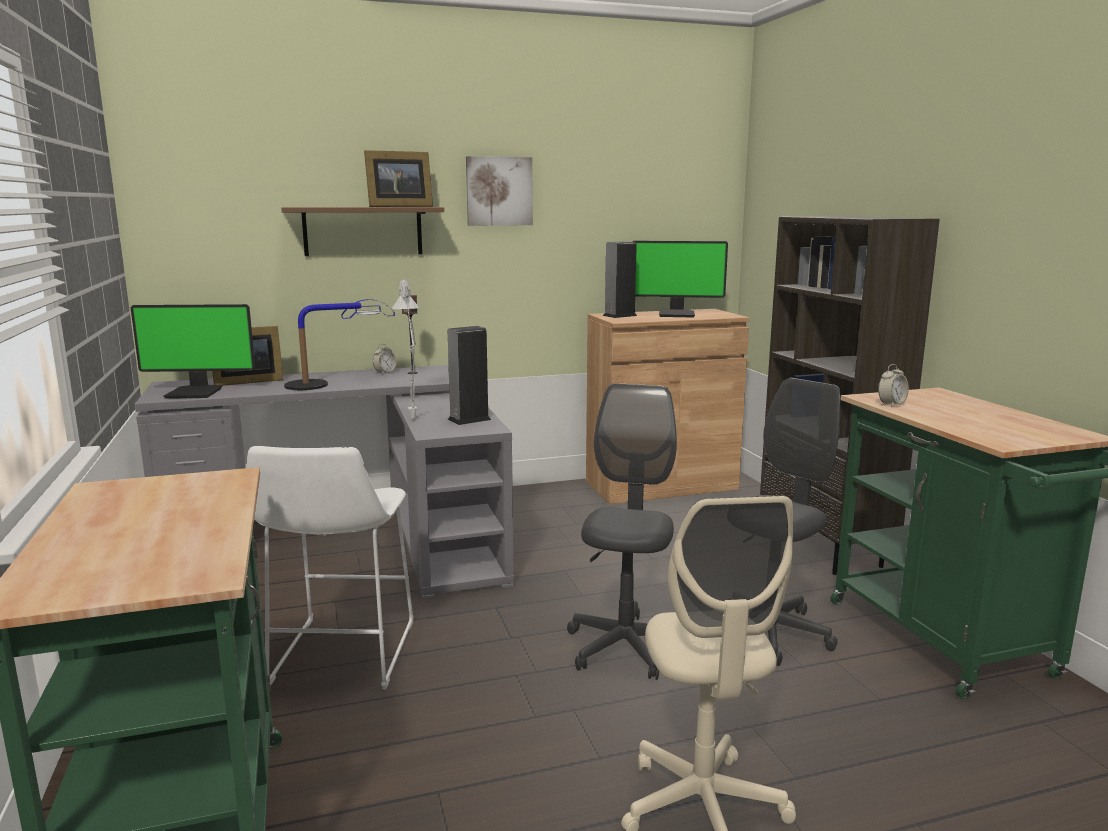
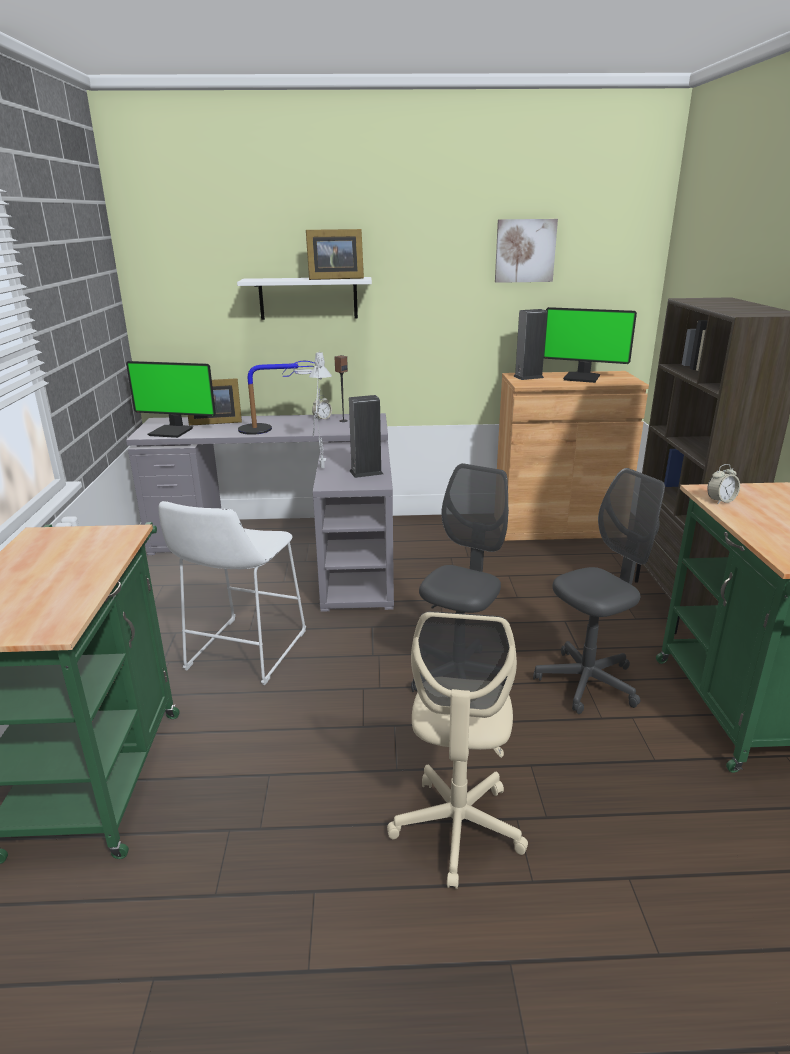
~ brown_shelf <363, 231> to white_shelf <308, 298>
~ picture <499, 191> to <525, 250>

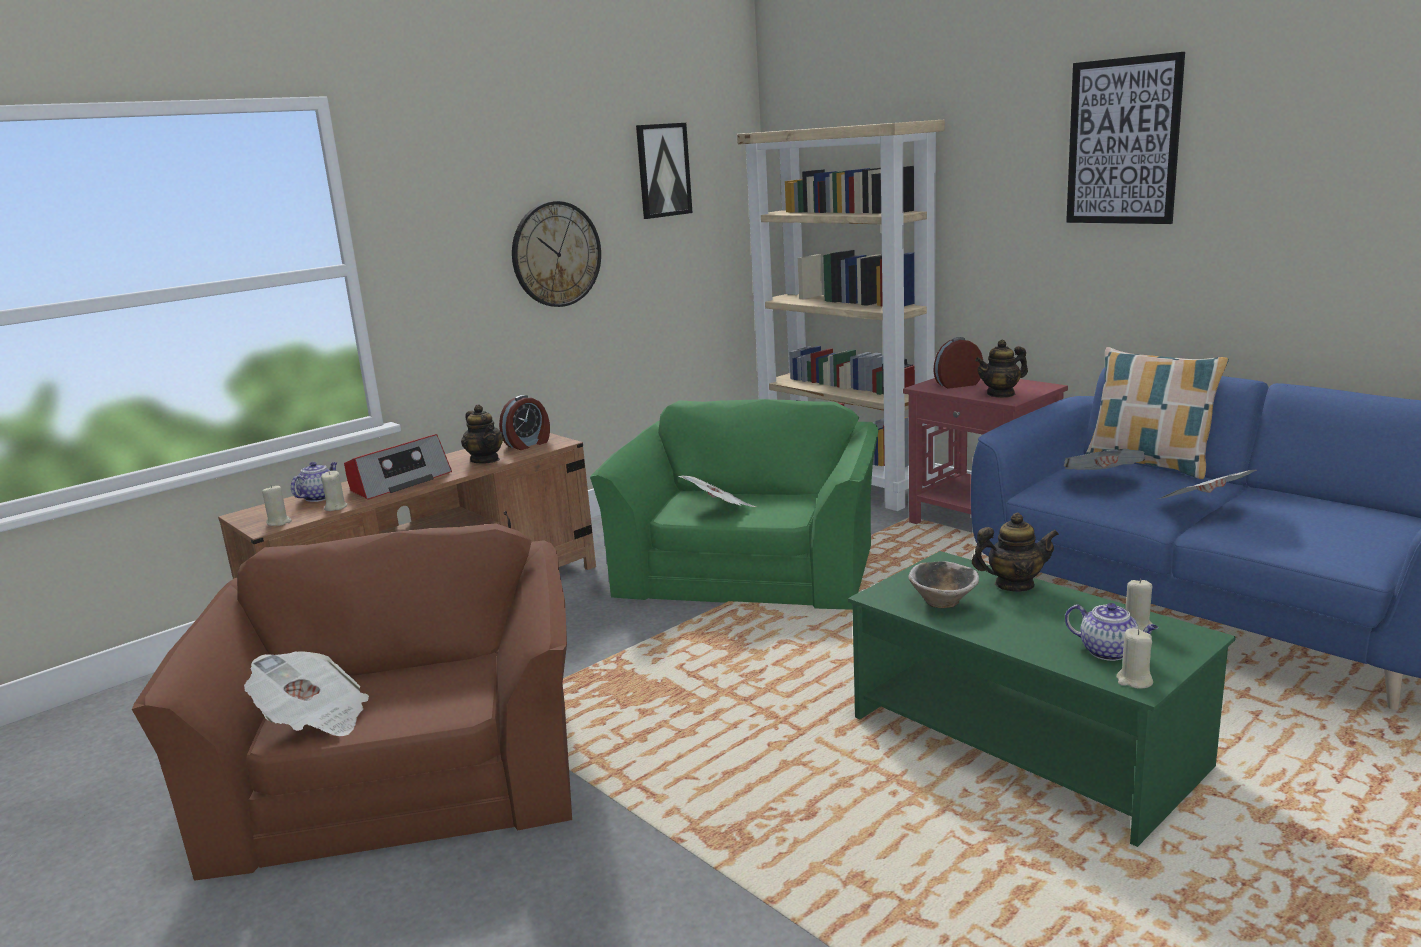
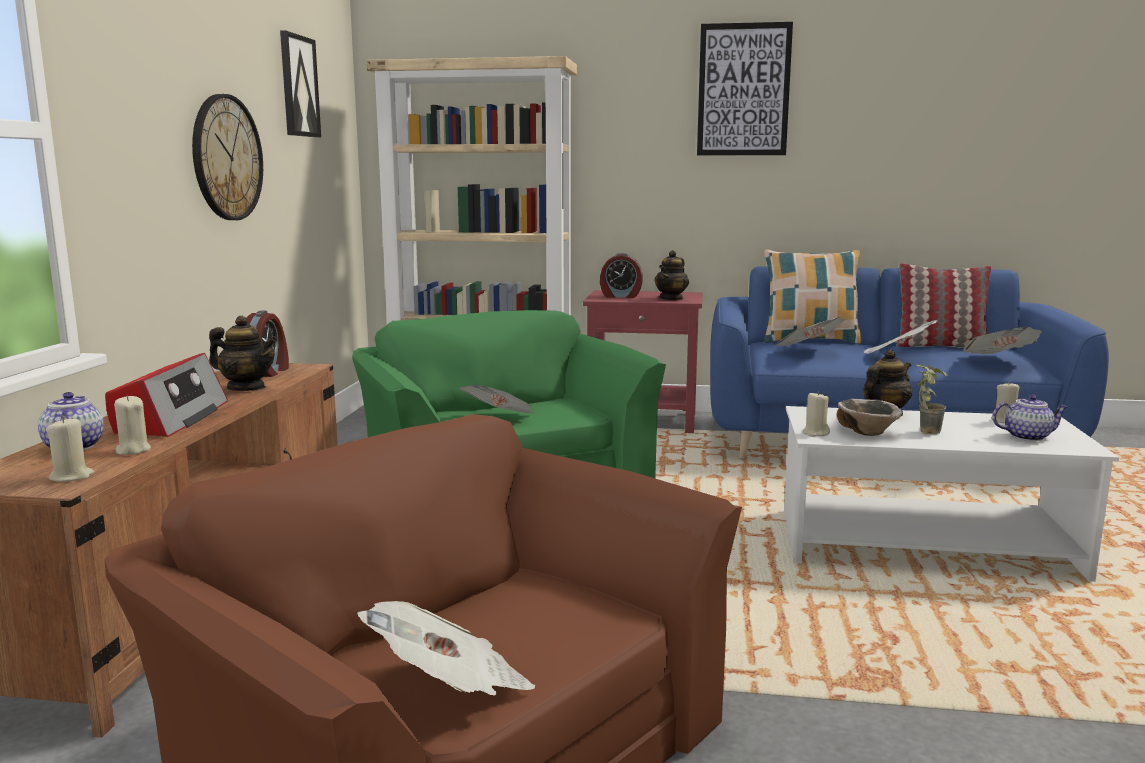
~ alarm_clock <957, 384> = <621, 296> 120 degrees counterclockwise
~ green_coffee_table <1026, 743> to white_coffee_table <926, 545>
~ beige_candle <1134, 681> to <815, 433>
+ pillow <940, 346>
+ potted_plant <925, 430>
+ newspaper <999, 360>

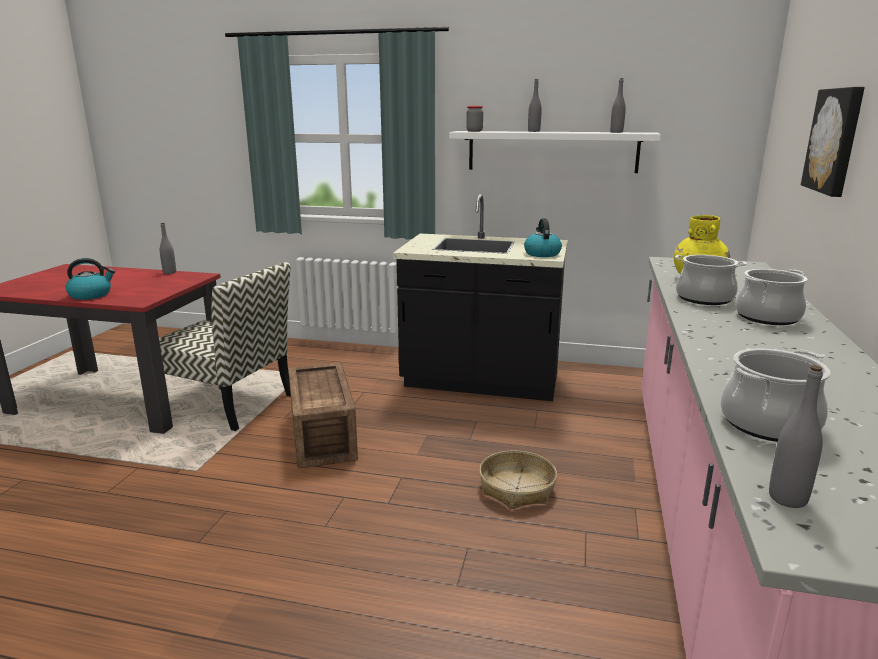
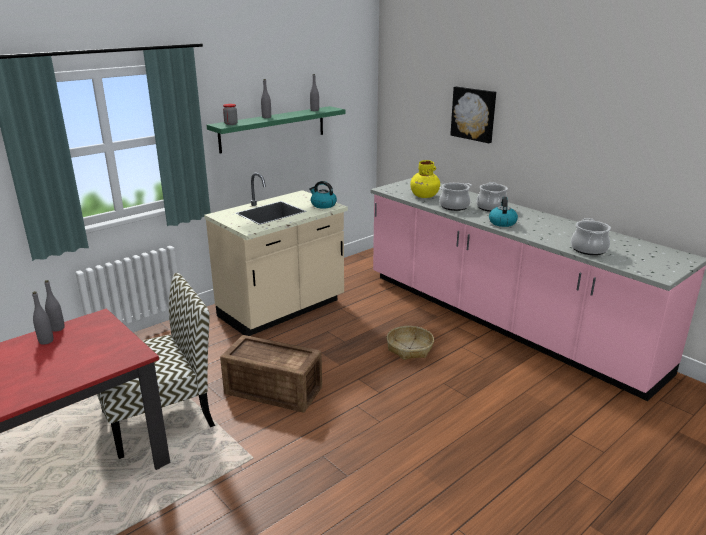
~ grey_bottle <787, 498> to <46, 341>
~ black_counter <481, 382> to beige_counter <282, 310>
~ white_shelf <552, 151> to green_shelf <273, 129>
~ kettle <91, 295> to <502, 222>

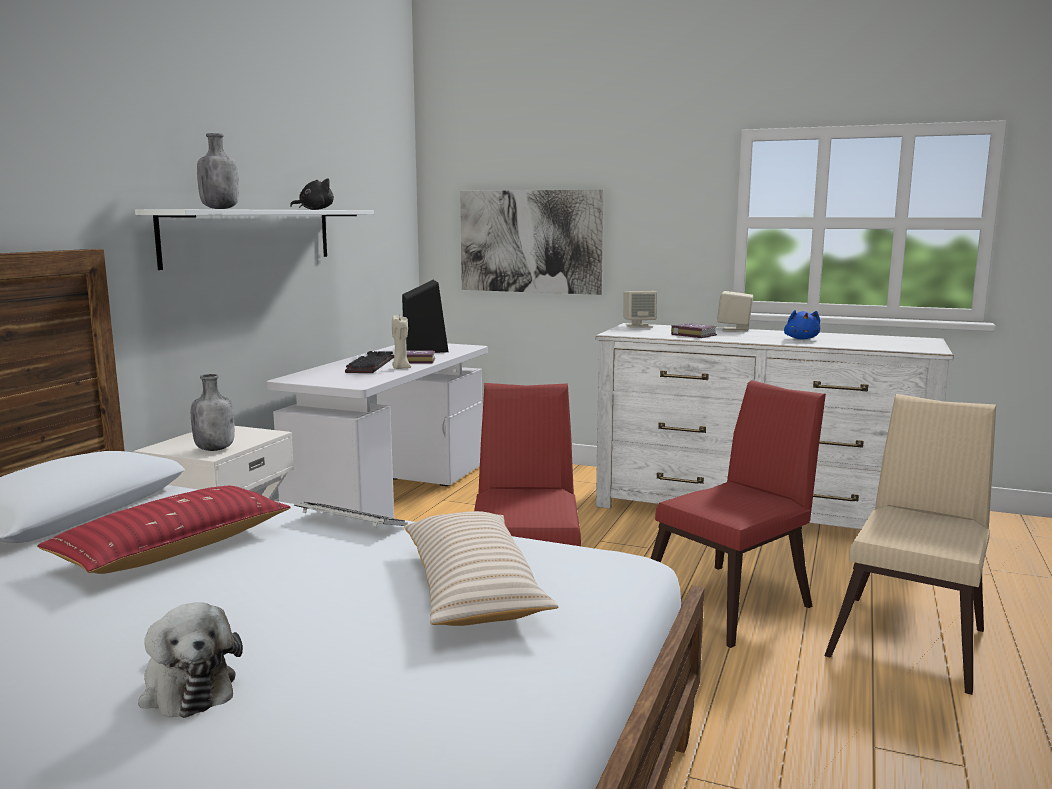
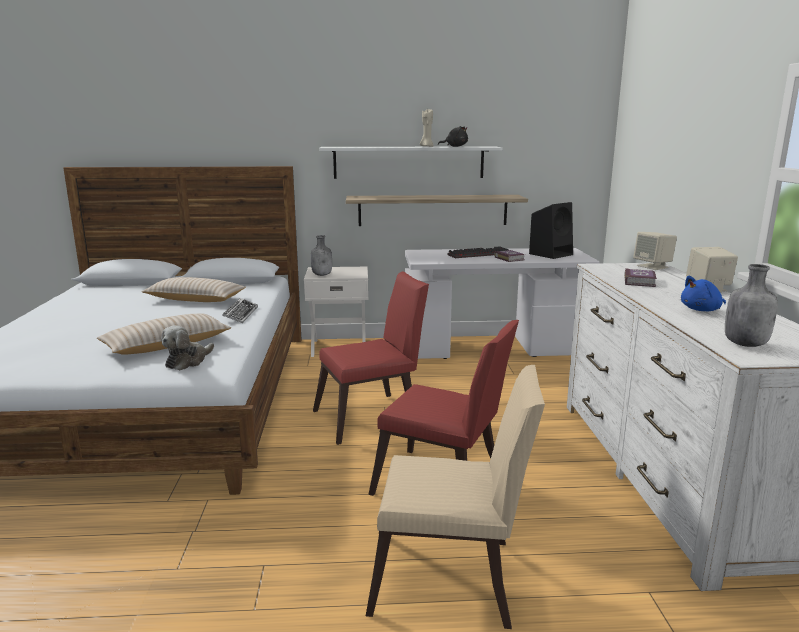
~ red_pillow <173, 549> to beige_pillow <195, 300>
~ plush_toy <187, 687> to <188, 361>
+ shelf <433, 210>
~ beige_candle <400, 368> to <426, 146>
~ grey_bottle <220, 209> to <745, 344>
- picture <530, 241>

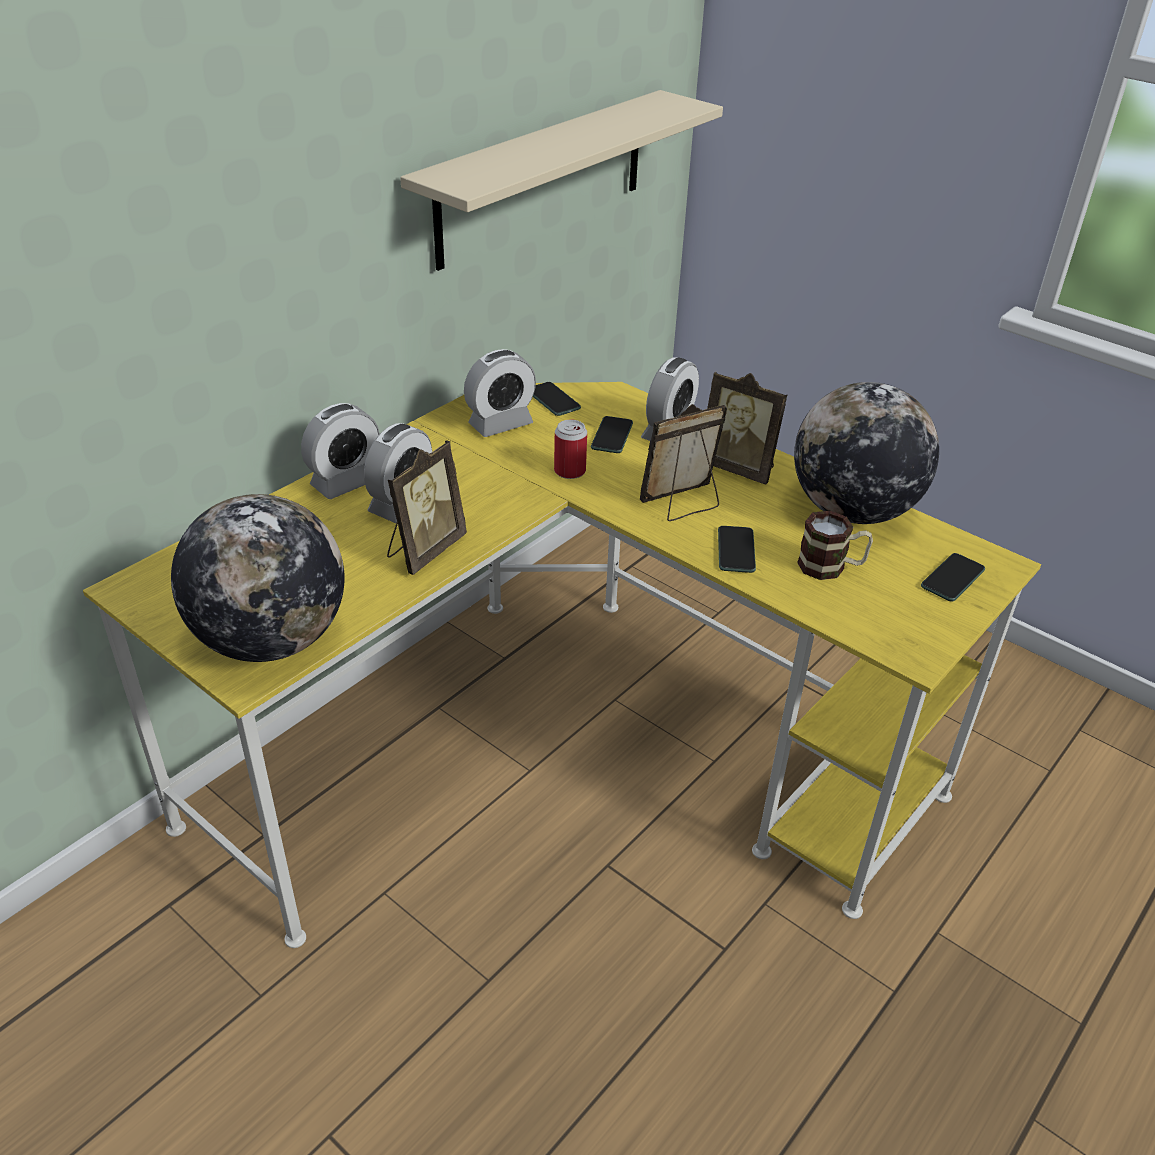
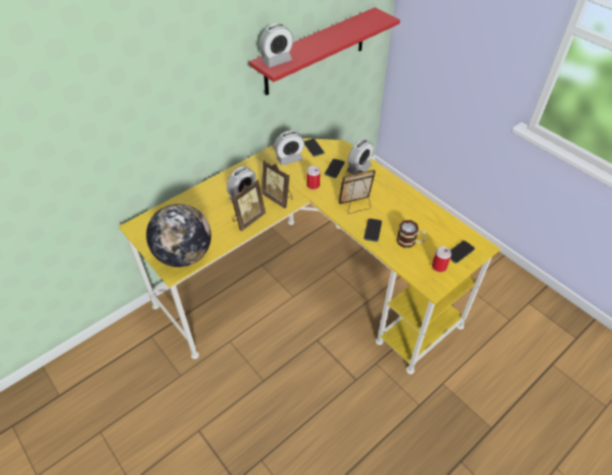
~ beige_shelf <542, 178> to red_shelf <315, 52>
~ alarm_clock <345, 482> to <277, 61>
~ picture_frame <739, 468> to <278, 198>
+ can <439, 266>
- globe <852, 511>

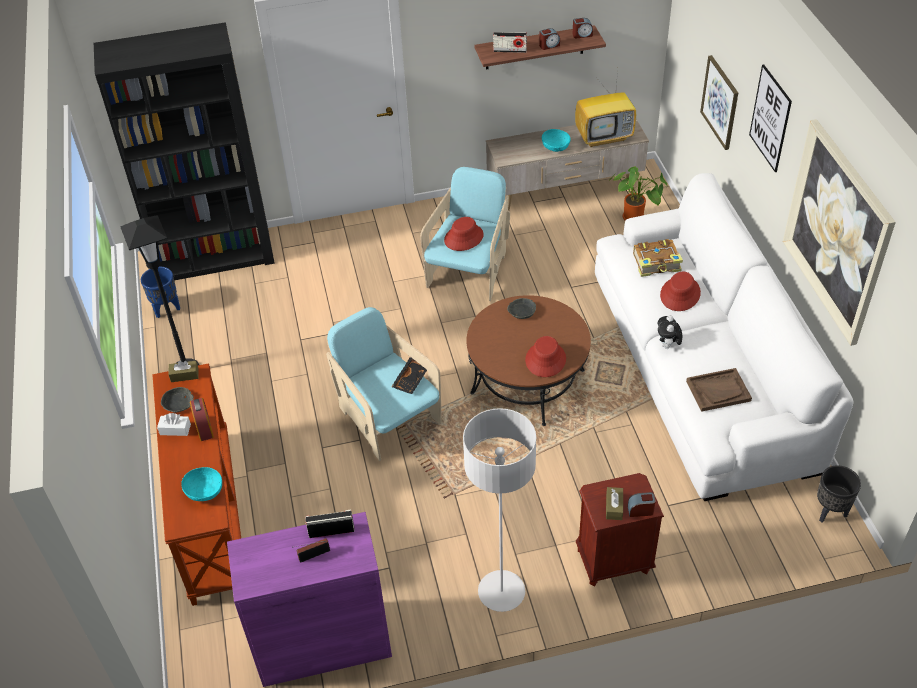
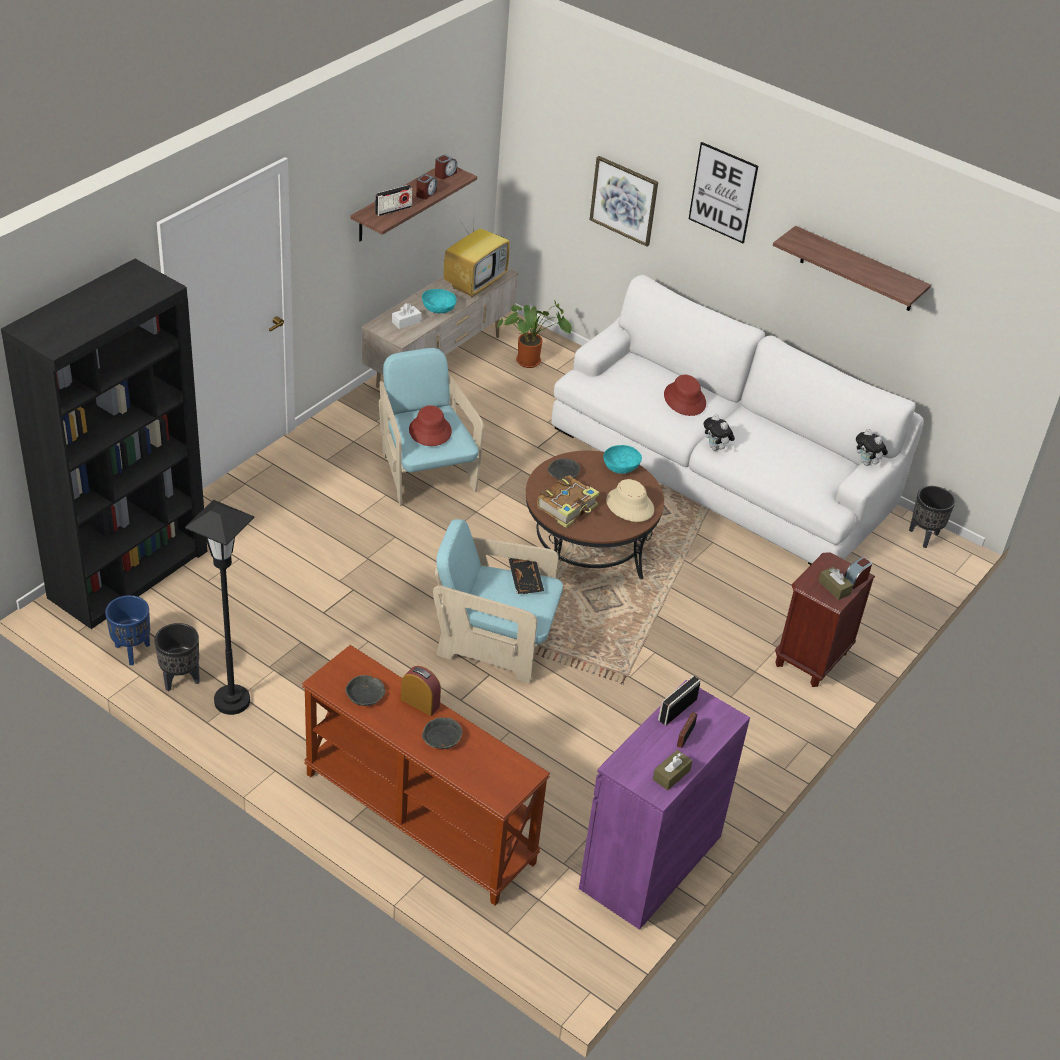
+ black_planter <180, 679>
~ white_tissue_box <175, 429> to <406, 322>
+ grey_bowl <441, 738>
~ book <657, 263> to <568, 507>
~ turquoise_bowl <204, 491> to <621, 467>
~ red_hat <545, 359> to beige_hat <629, 505>
~ brown_tissue_box <184, 375> to <671, 775>
~ picture <837, 232> to shelf <858, 270>
+ plush_toy <867, 463>
- grey_floor_lamp <501, 592>
- brown_tray <718, 391>

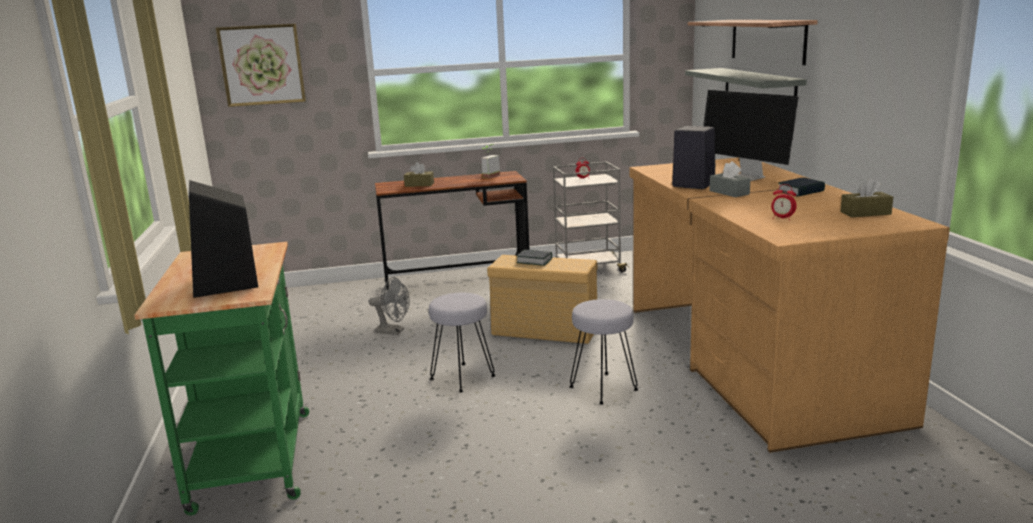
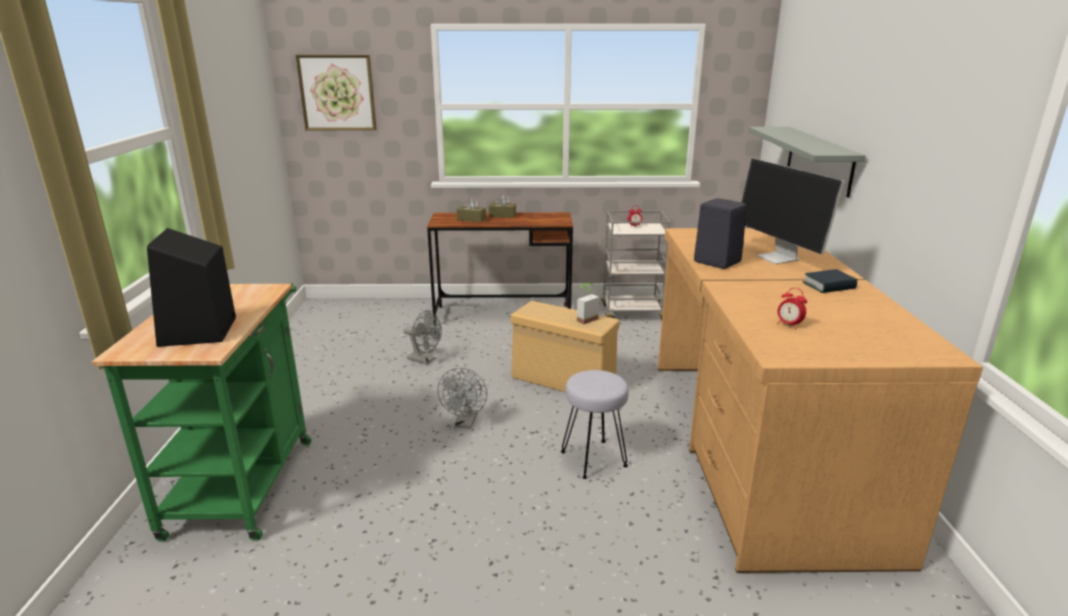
~ grey_stool <463, 377> to grey_fan <465, 423>
~ brown_tissue_box <865, 213> to <502, 215>
~ potted_plant <488, 176> to <584, 318>
- book <534, 261>
- shelf <767, 40>
- grey_tissue_box <729, 192>

